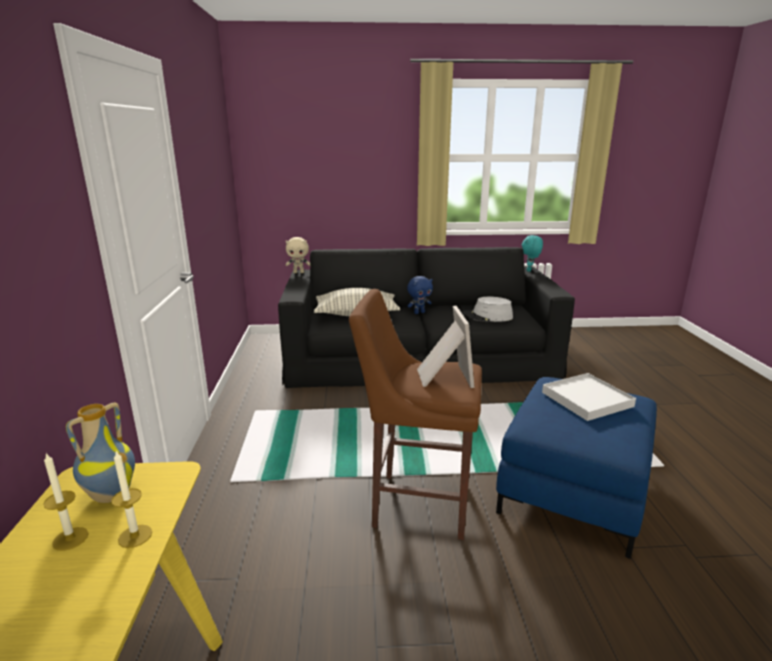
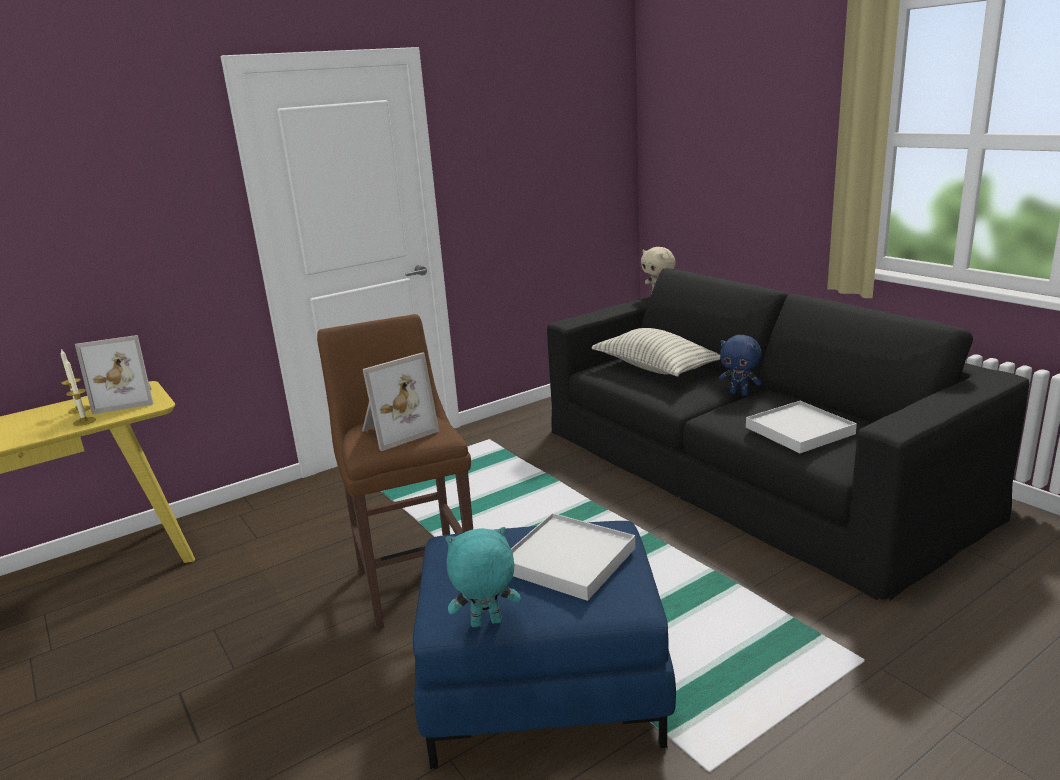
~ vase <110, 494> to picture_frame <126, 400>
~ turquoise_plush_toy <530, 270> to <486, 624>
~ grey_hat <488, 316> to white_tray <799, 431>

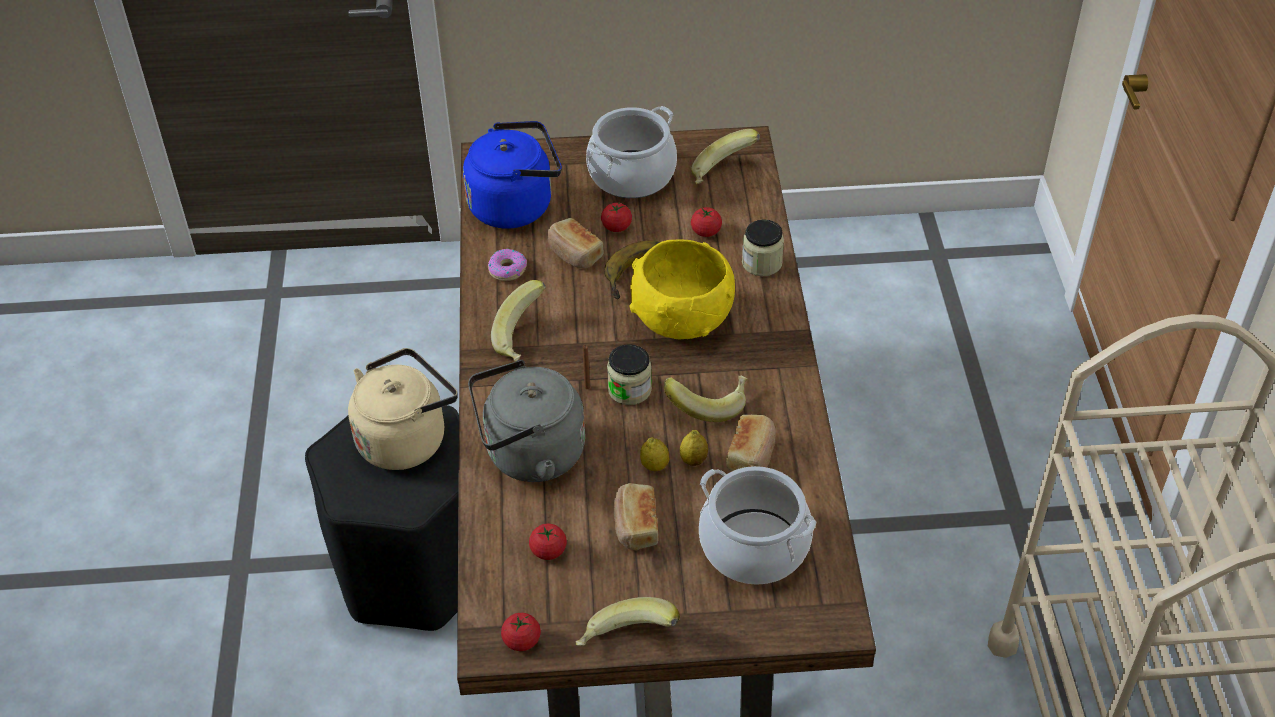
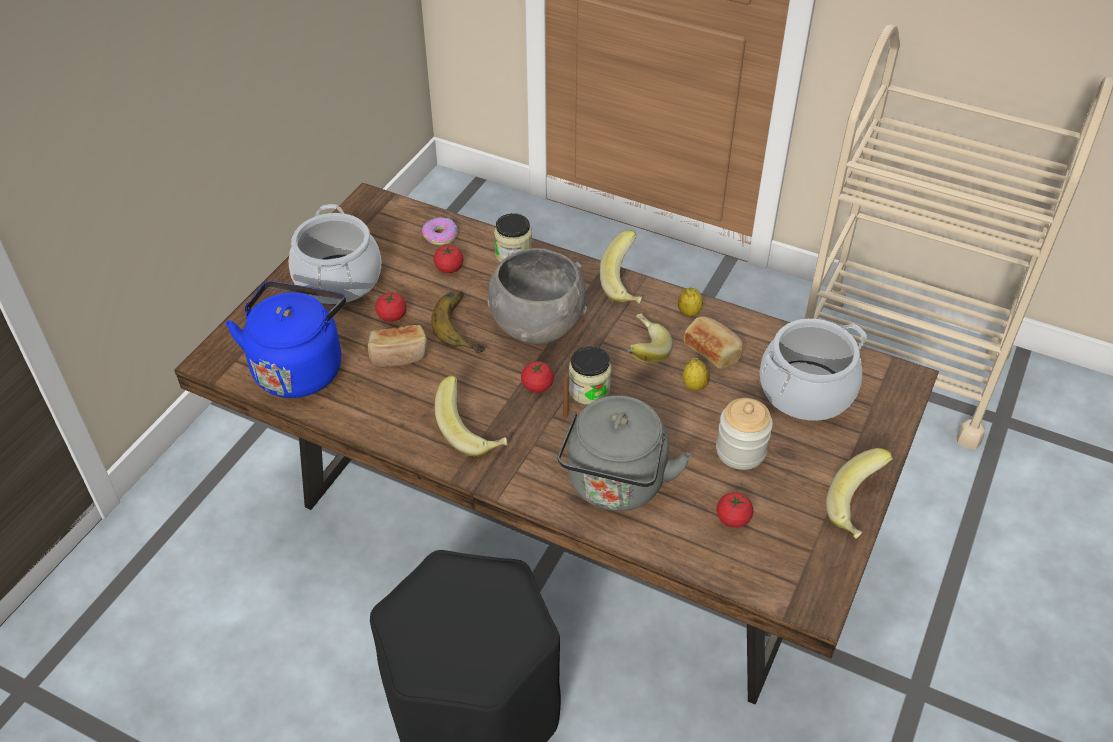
~ donut <507, 269> to <440, 235>
~ yellow_bowl <683, 320> to grey_bowl <537, 325>
~ tomato <521, 641> to <537, 386>
~ banana <723, 173> to <627, 284>
~ lemon <654, 466> to <689, 312>
~ bread <635, 525> to jar <740, 451>
- beige_kettle <406, 438>

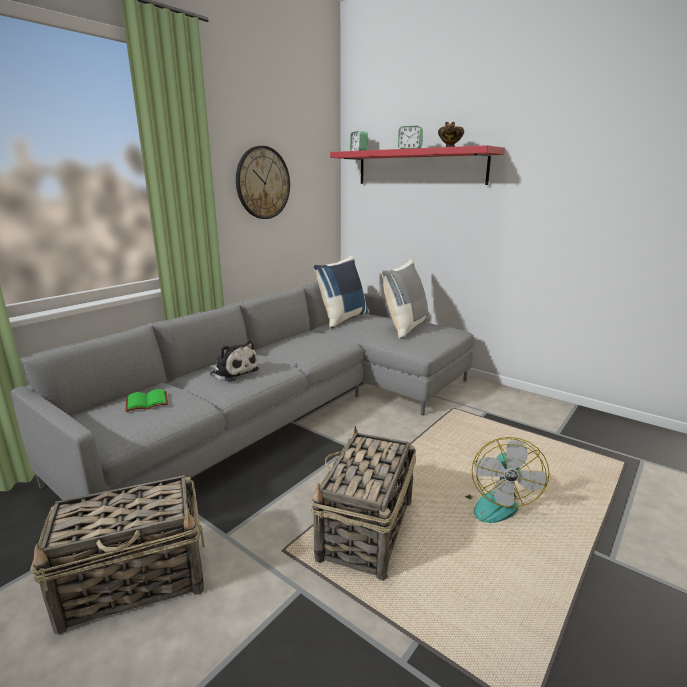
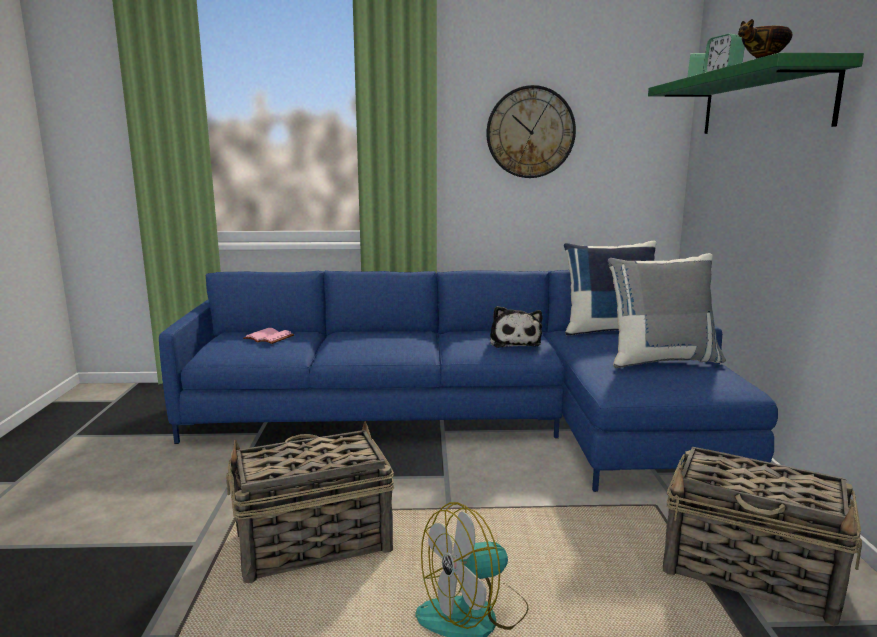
~ grey_sofa <297, 408> to blue_sofa <471, 421>
~ green_book <146, 403> to pink_book <267, 338>
~ plush_toy <233, 372> to <514, 342>
~ red_shelf <419, 167> to green_shelf <762, 102>
~ basket <136, 580> to <751, 573>

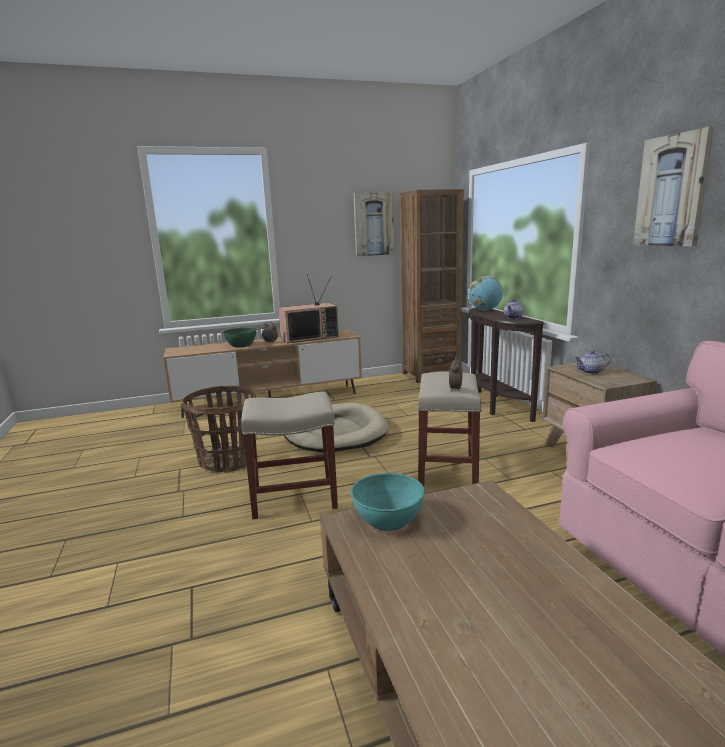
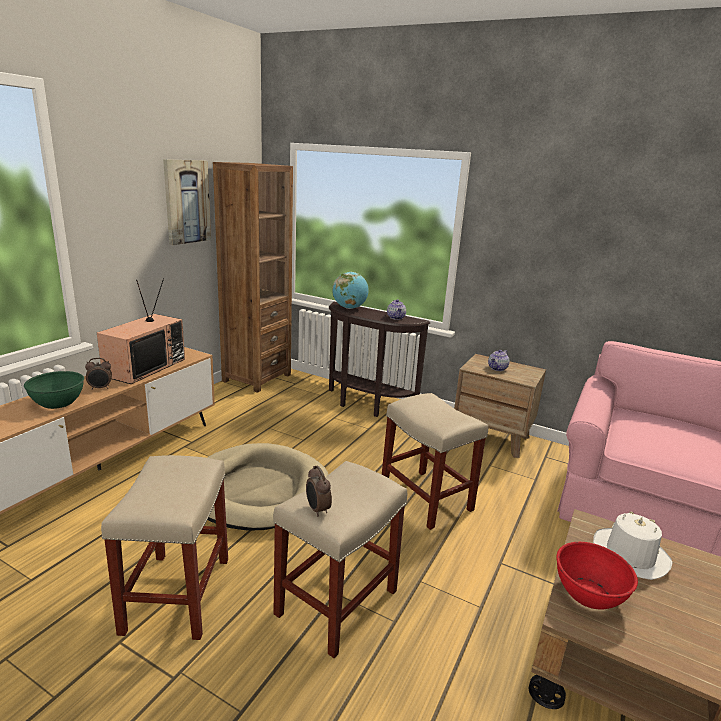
~ basket <227, 461> to beige_stool <177, 593>
~ alarm_clock <455, 389> to <317, 510>
~ turquoise_bowl <388, 519> to red_bowl <588, 593>
+ white_hat <629, 555>
- picture <672, 191>

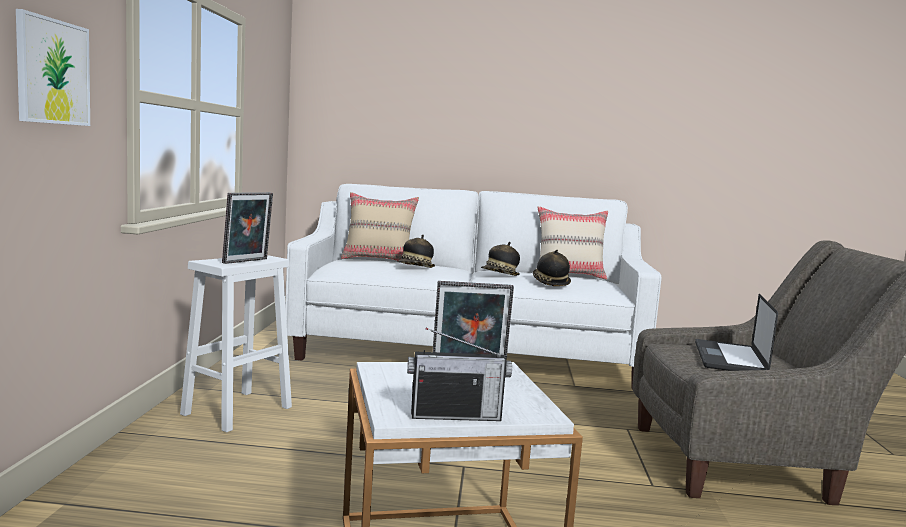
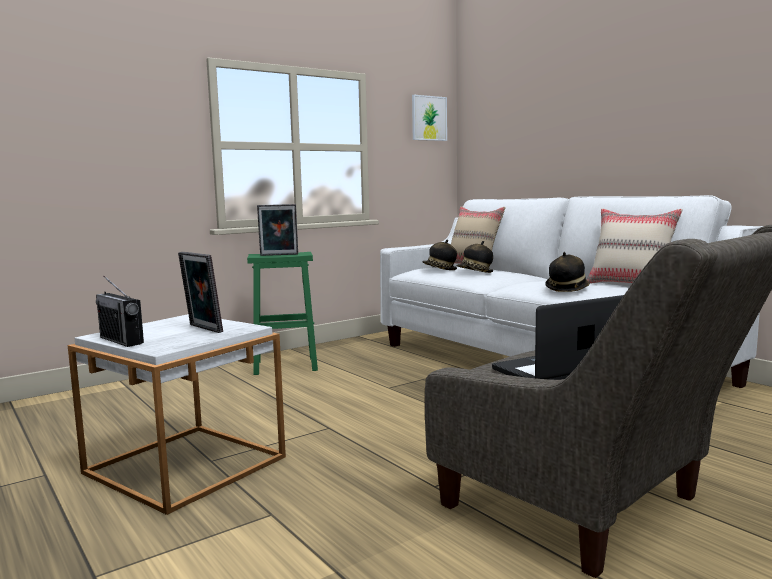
~ white_stool <238, 410> to green_stool <287, 366>
~ picture <53, 72> to <429, 118>
~ hat <500, 275> to <439, 269>

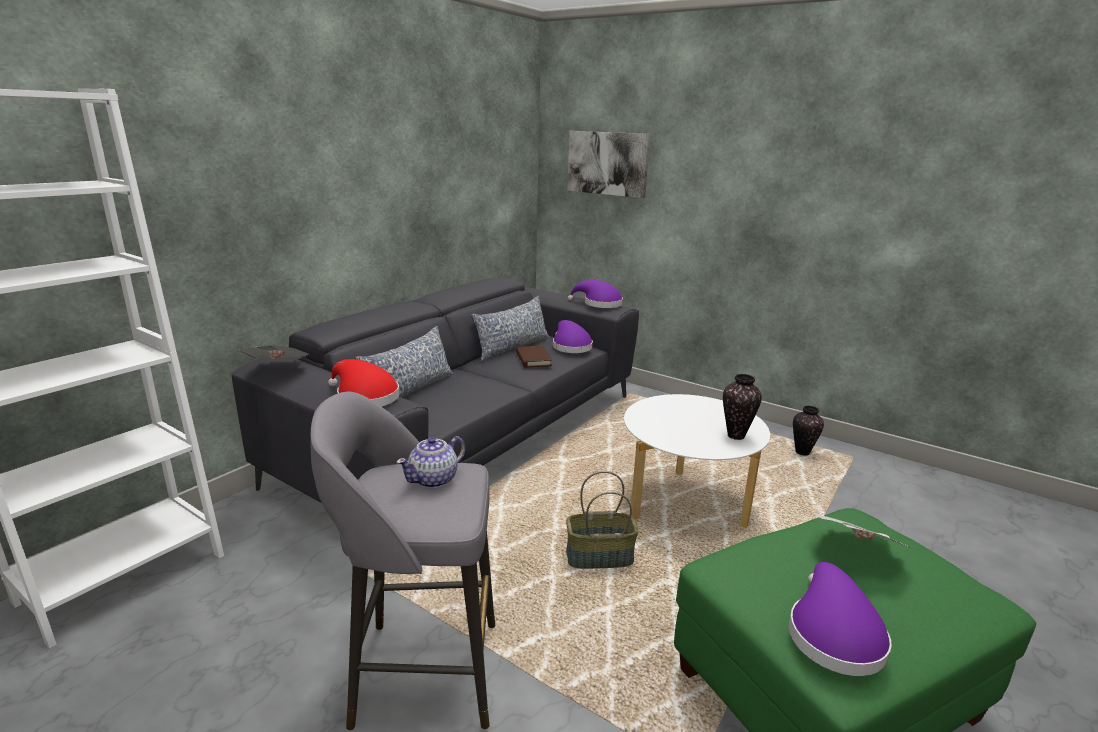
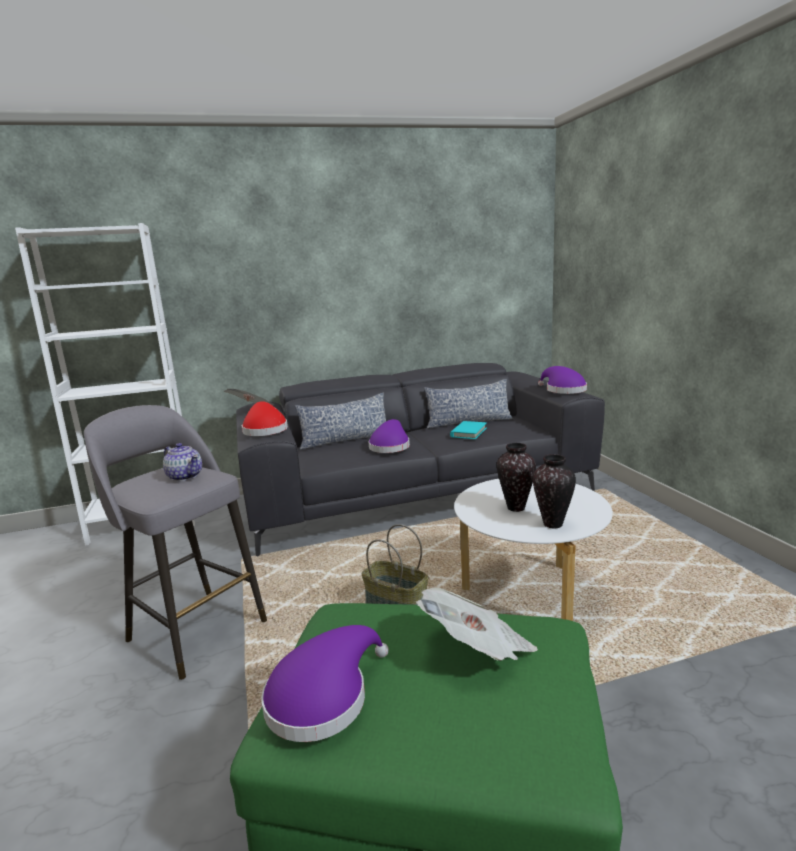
~ teapot <434, 479> = <185, 476> 135 degrees counterclockwise
~ purple_hat <570, 346> to <390, 446>
~ brown_book <533, 359> to turquoise_book <468, 432>
~ vase <802, 453> to <516, 508>
- picture <608, 163>

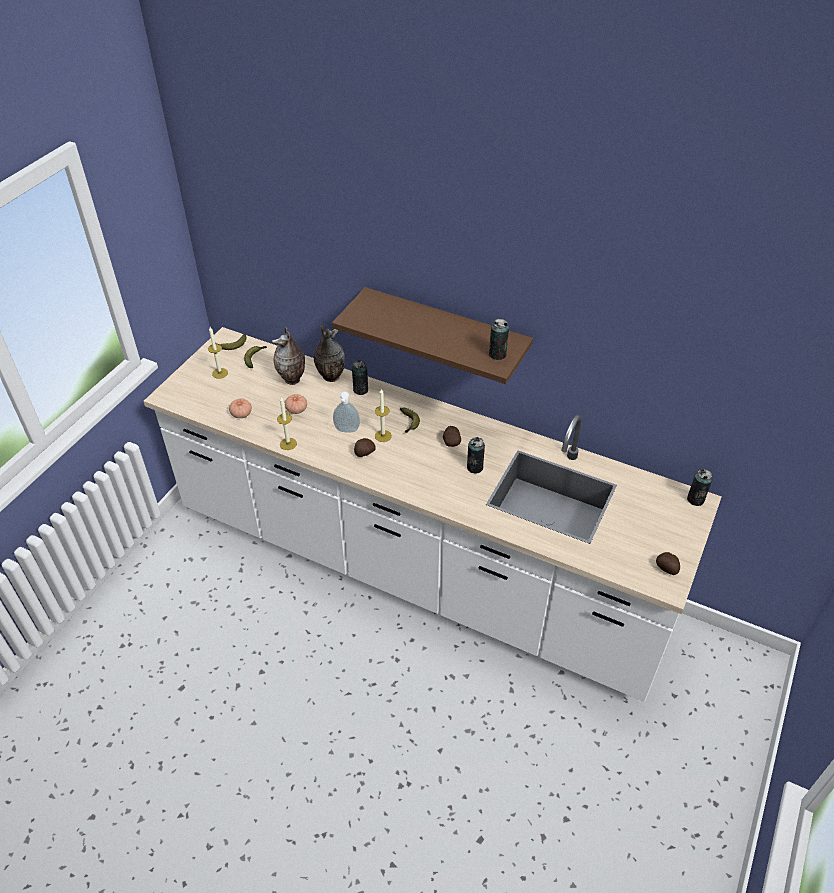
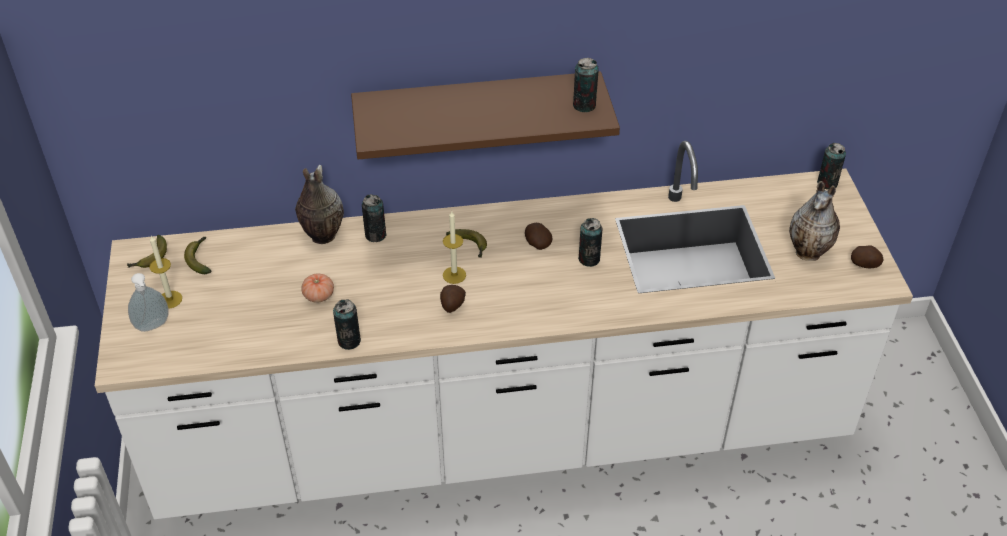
~ soap_dispenser <347, 431> to <153, 326>
~ candle <288, 444> to can <349, 341>
~ vase <292, 380> to <809, 253>
- tomato <241, 414>

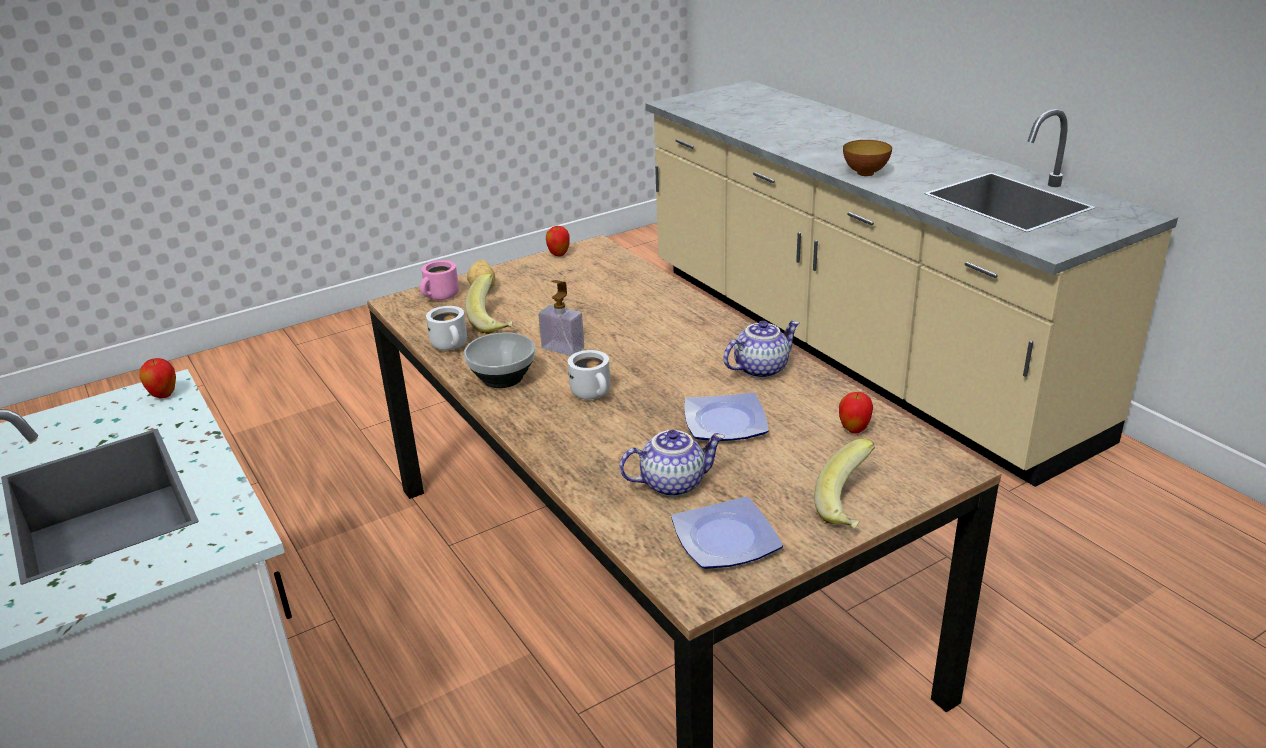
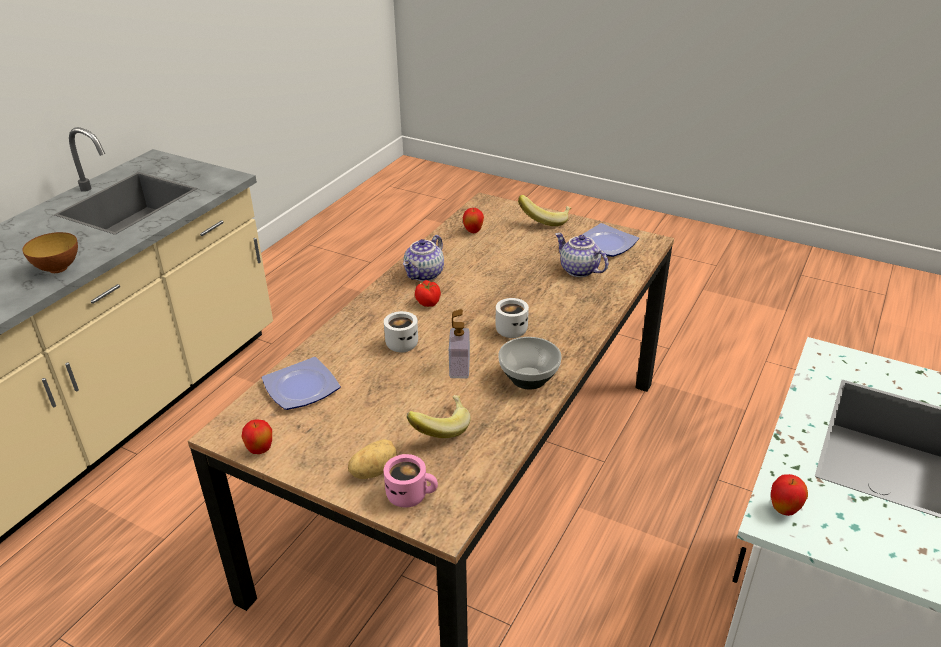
~ plate <724, 423> to <303, 388>
~ white_mug <452, 345> to <402, 343>
~ teapot <760, 368> = <425, 275> 90 degrees counterclockwise
+ tomato <428, 303>

